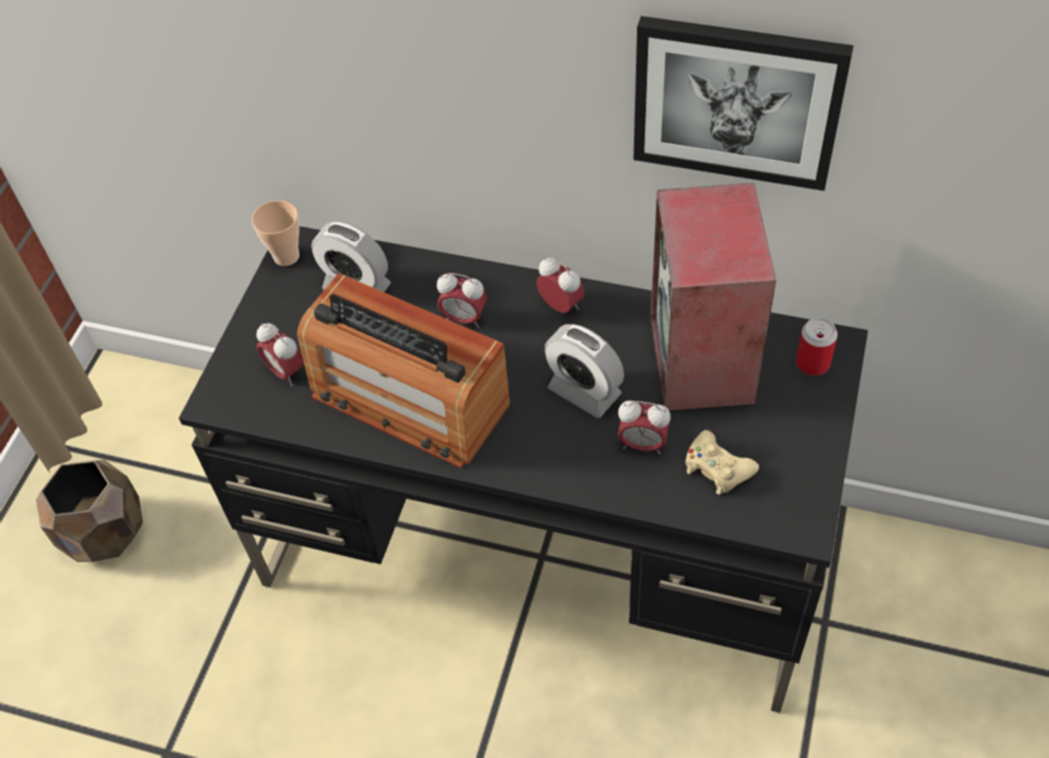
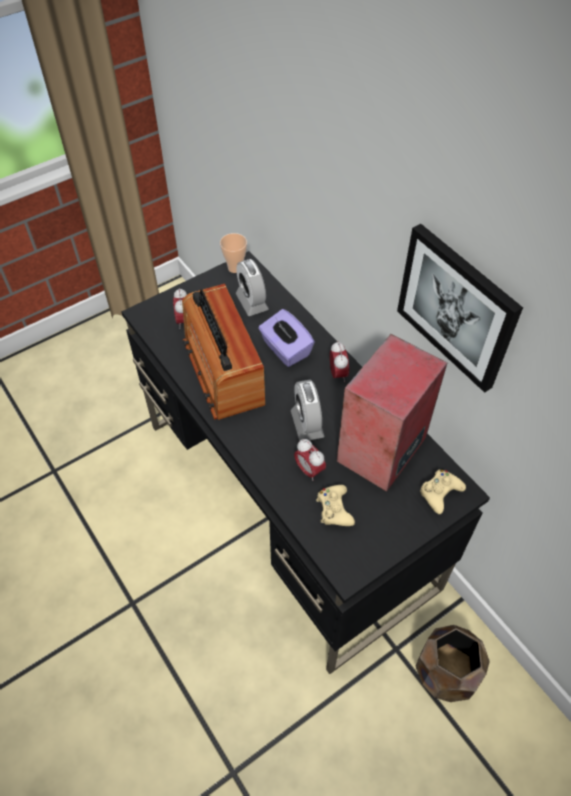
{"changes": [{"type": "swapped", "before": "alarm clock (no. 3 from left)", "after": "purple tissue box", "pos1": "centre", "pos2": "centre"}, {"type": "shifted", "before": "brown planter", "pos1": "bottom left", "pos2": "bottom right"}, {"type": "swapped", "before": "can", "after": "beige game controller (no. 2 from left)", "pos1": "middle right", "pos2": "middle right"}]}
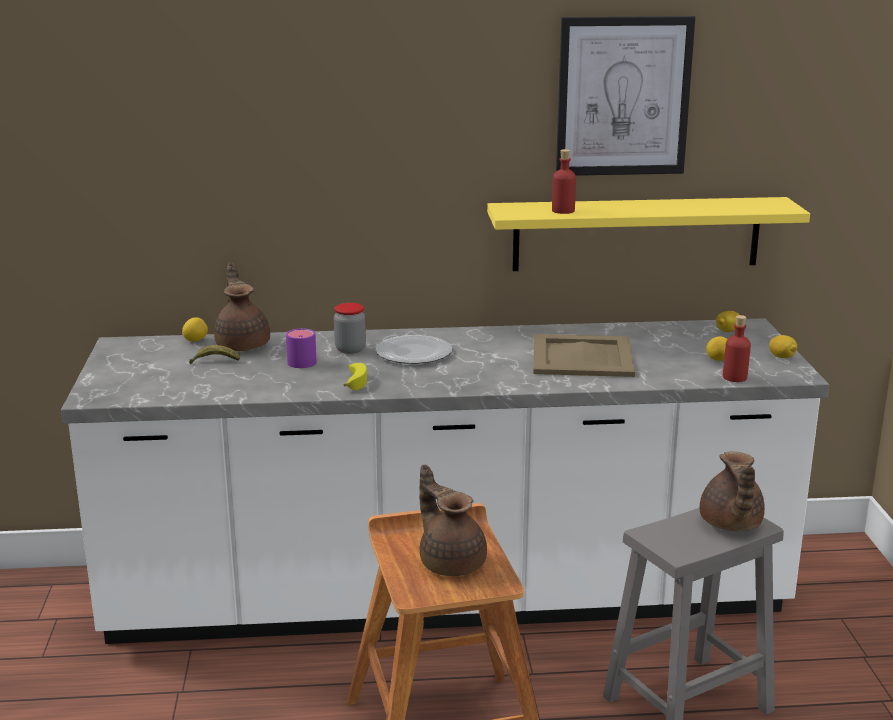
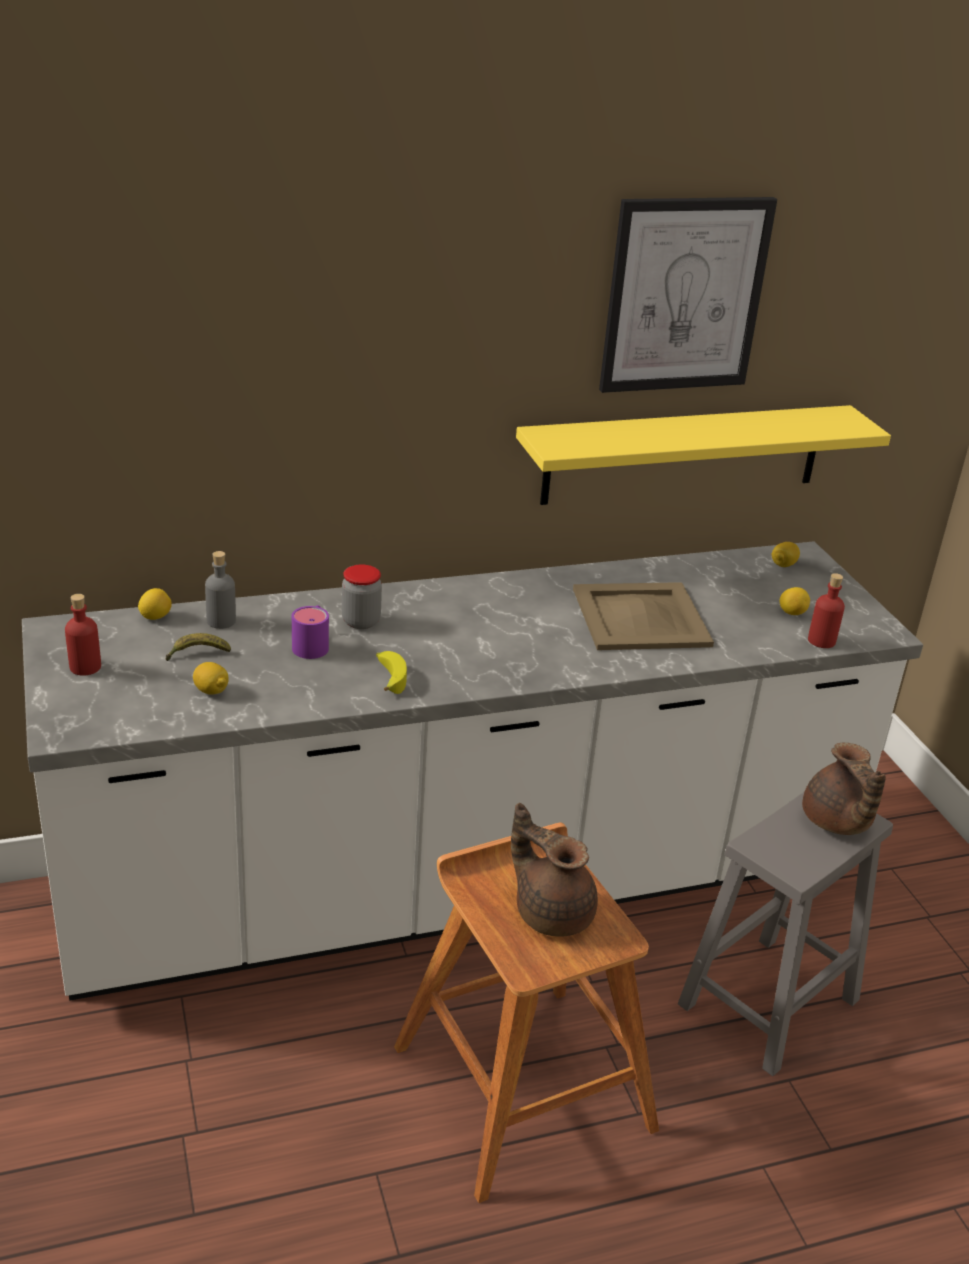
{"changes": [{"type": "shifted", "before": "red bottle (no. 1 from left)", "pos1": "top centre", "pos2": "middle left"}, {"type": "shifted", "before": "lemon (no. 4 from left in the first image)", "after": "lemon (no. 2 from left)", "pos1": "middle right", "pos2": "middle left"}, {"type": "swapped", "before": "brown teapot (no. 1 from left)", "after": "grey bottle", "pos1": "middle left", "pos2": "middle left"}, {"type": "gone", "before": "plate", "pos1": "centre"}]}
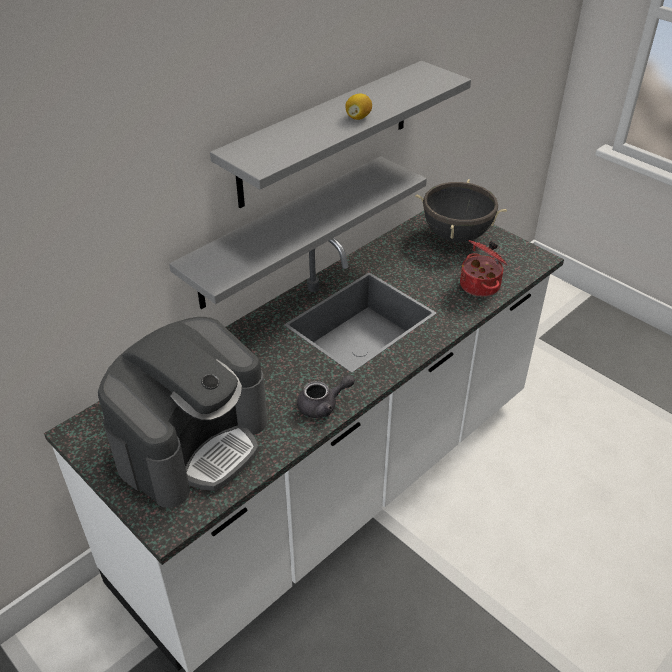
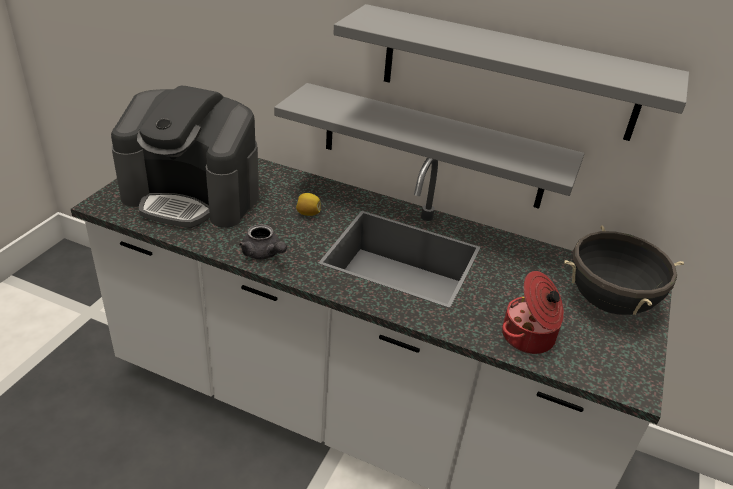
{"changes": [{"type": "shifted", "before": "lemon", "pos1": "top centre", "pos2": "centre"}]}
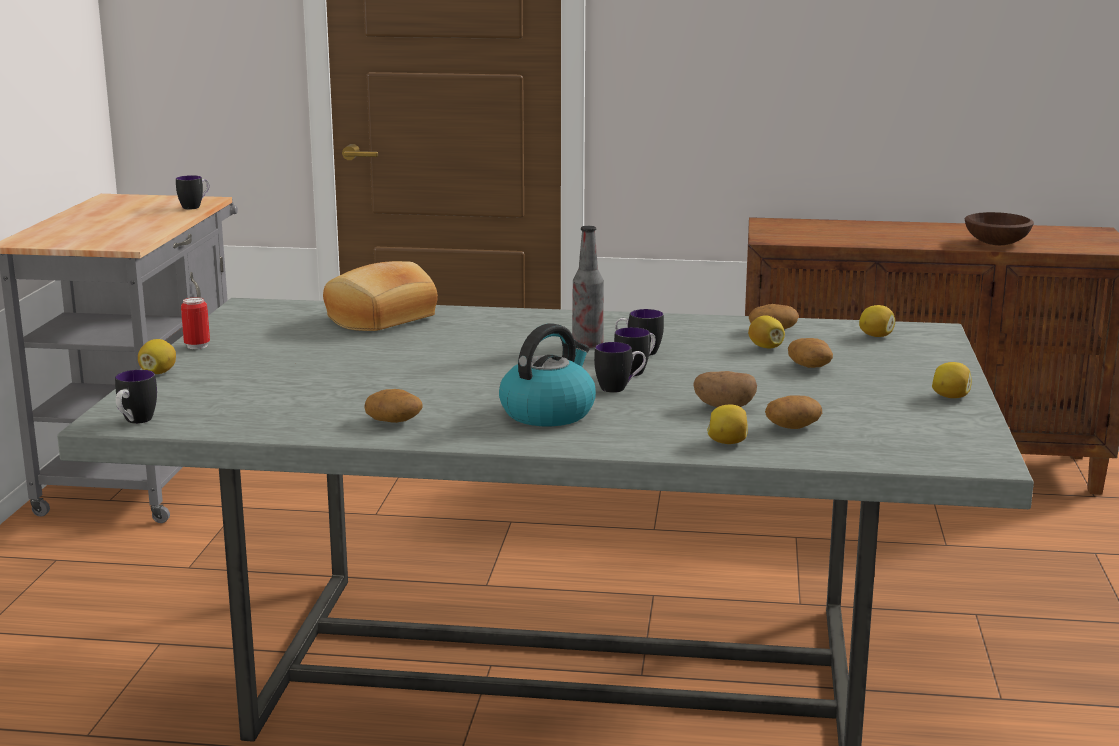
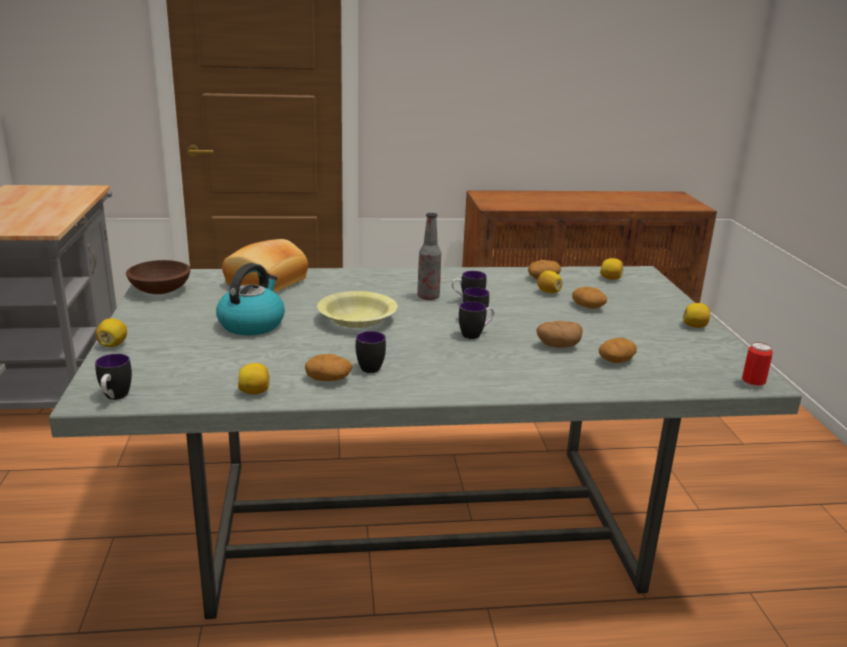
{"changes": [{"type": "shifted", "before": "brown bowl", "pos1": "top right", "pos2": "middle left"}, {"type": "shifted", "before": "kettle", "pos1": "centre", "pos2": "middle left"}, {"type": "shifted", "before": "lemon (no. 2 from left)", "pos1": "centre", "pos2": "middle left"}, {"type": "new", "after": "yellow bowl", "pos2": "centre"}, {"type": "shifted", "before": "mug (no. 2 from left)", "pos1": "top left", "pos2": "centre"}, {"type": "shifted", "before": "can", "pos1": "middle left", "pos2": "middle right"}]}
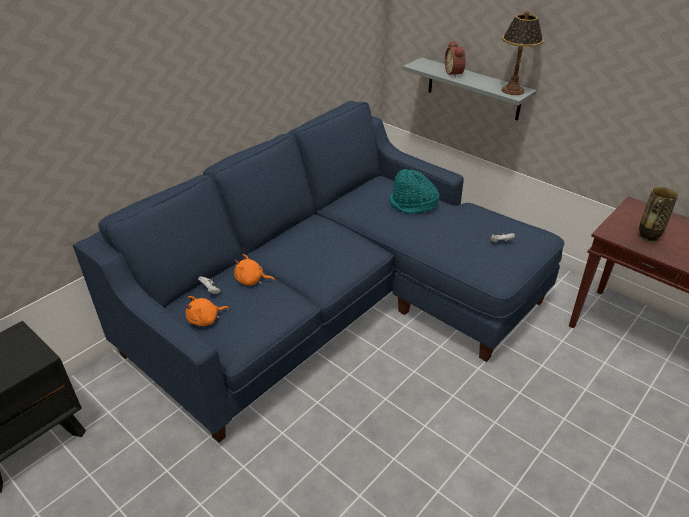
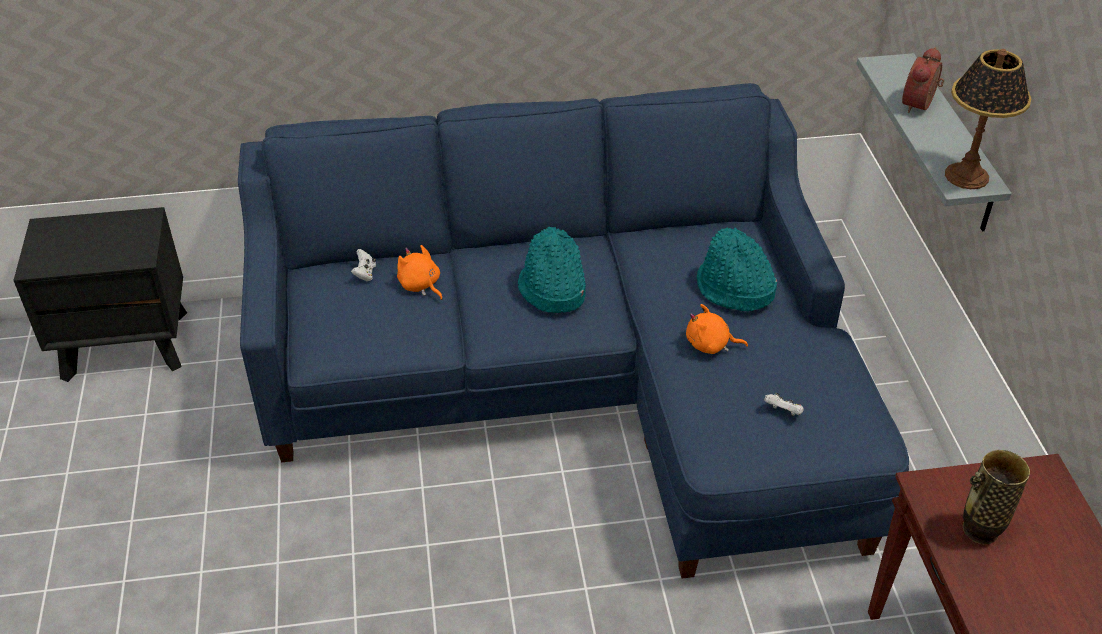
{"changes": [{"type": "new", "after": "turquoise hat (no. 1 from left)", "pos2": "centre"}, {"type": "shifted", "before": "orange plush toy (no. 1 from left in the first image)", "after": "orange plush toy (no. 2 from left)", "pos1": "middle left", "pos2": "centre"}]}
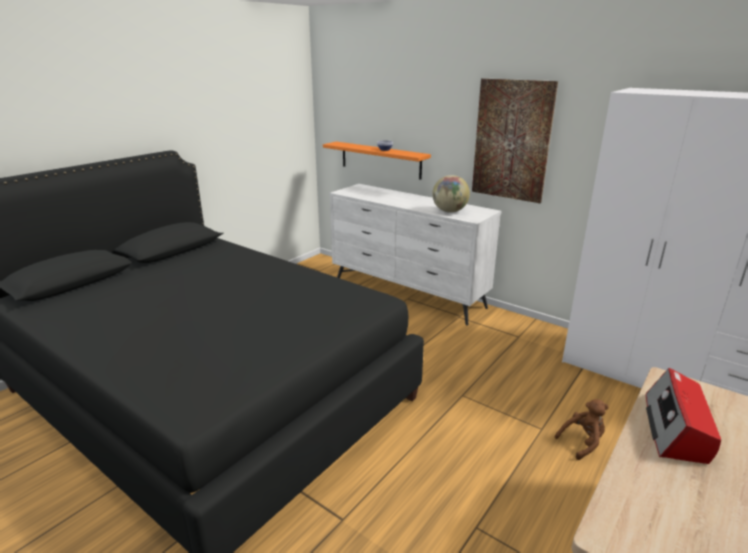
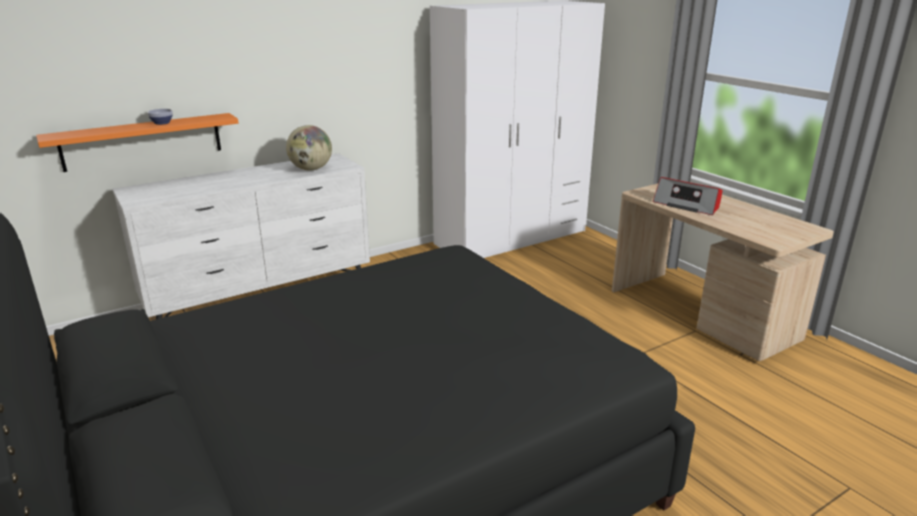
{"changes": [{"type": "gone", "before": "picture", "pos1": "top right"}, {"type": "gone", "before": "brown plush toy", "pos1": "bottom right"}]}
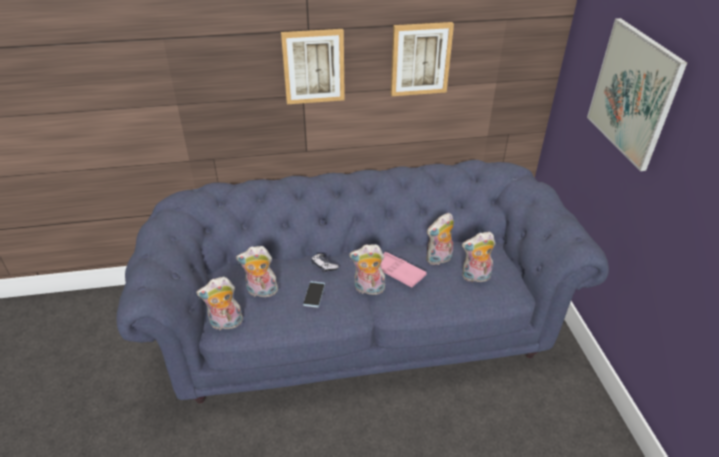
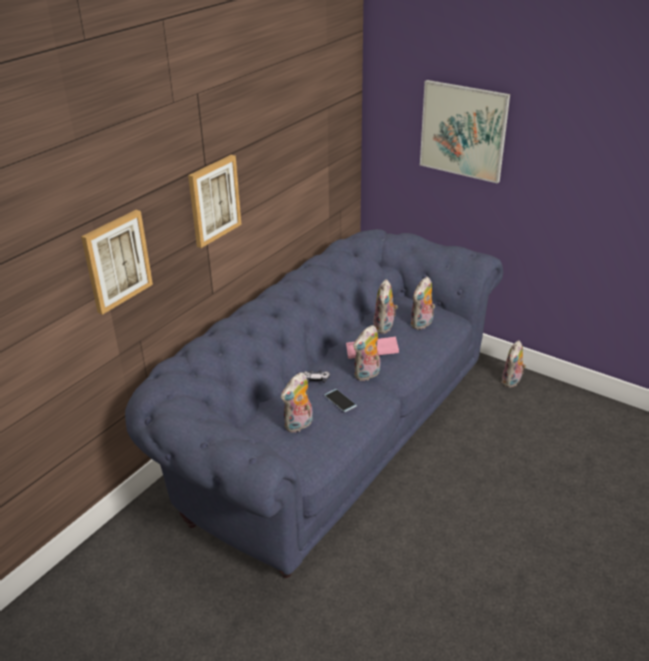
{"changes": [{"type": "shifted", "before": "picture (no. 2 from left in the first image)", "after": "picture (no. 1 from left)", "pos1": "top centre", "pos2": "middle left"}, {"type": "shifted", "before": "plush toy (no. 1 from left in the first image)", "after": "plush toy (no. 5 from left)", "pos1": "middle left", "pos2": "middle right"}]}
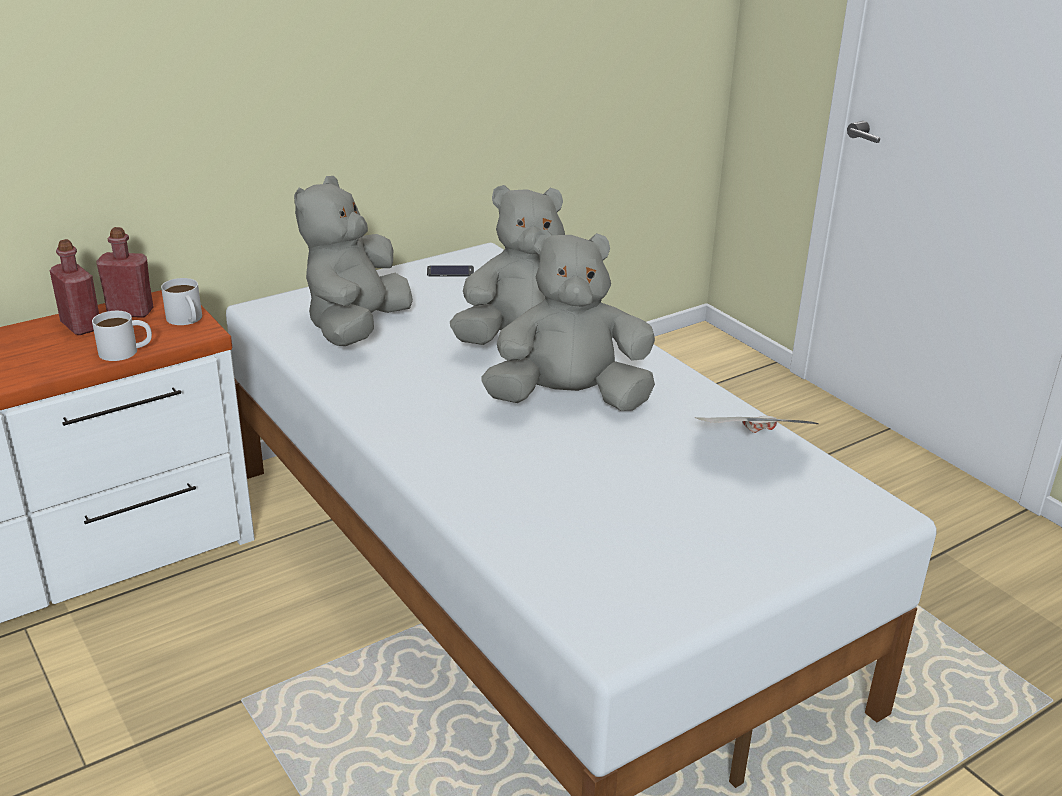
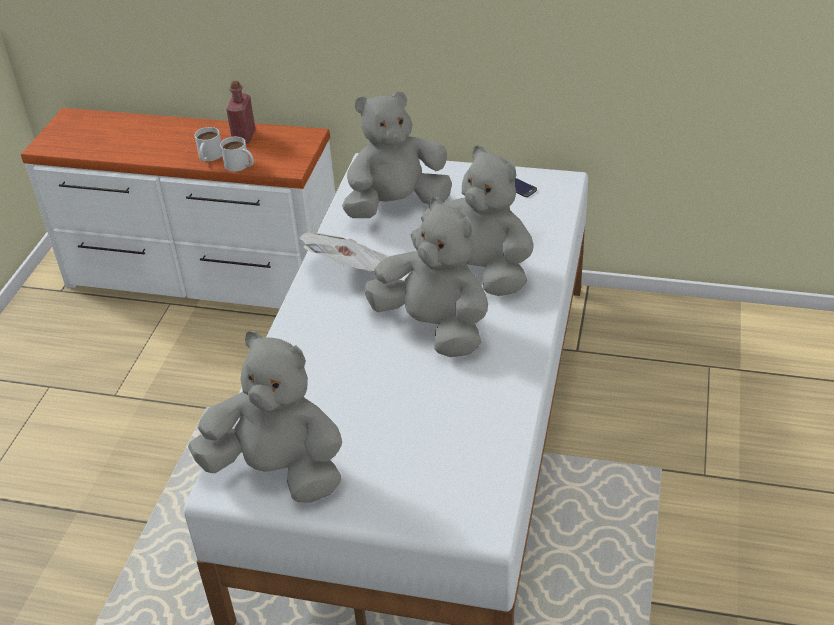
{"changes": [{"type": "new", "after": "grey plush toy (no. 1 from left)", "pos2": "bottom left"}, {"type": "shifted", "before": "white mug (no. 2 from left in the first image)", "after": "white mug (no. 1 from left)", "pos1": "middle left", "pos2": "top left"}, {"type": "shifted", "before": "newspaper", "pos1": "middle right", "pos2": "centre"}, {"type": "gone", "before": "red bottle (no. 2 from left)", "pos1": "middle left"}]}
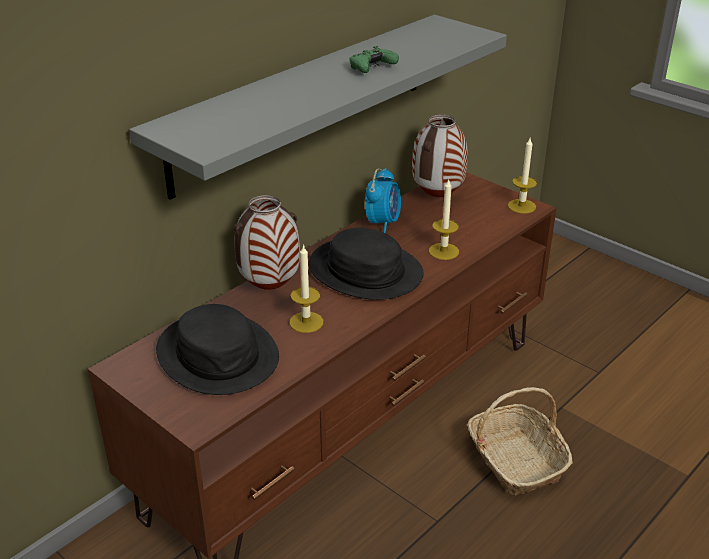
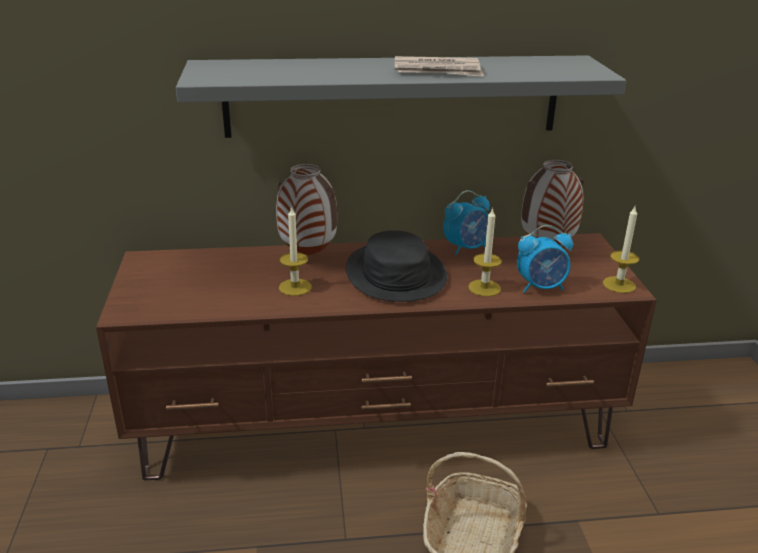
{"changes": [{"type": "swapped", "before": "green game controller", "after": "newspaper", "pos1": "top centre", "pos2": "top centre"}, {"type": "new", "after": "alarm clock (no. 2 from left)", "pos2": "middle right"}, {"type": "gone", "before": "black hat (no. 1 from left)", "pos1": "middle left"}]}
